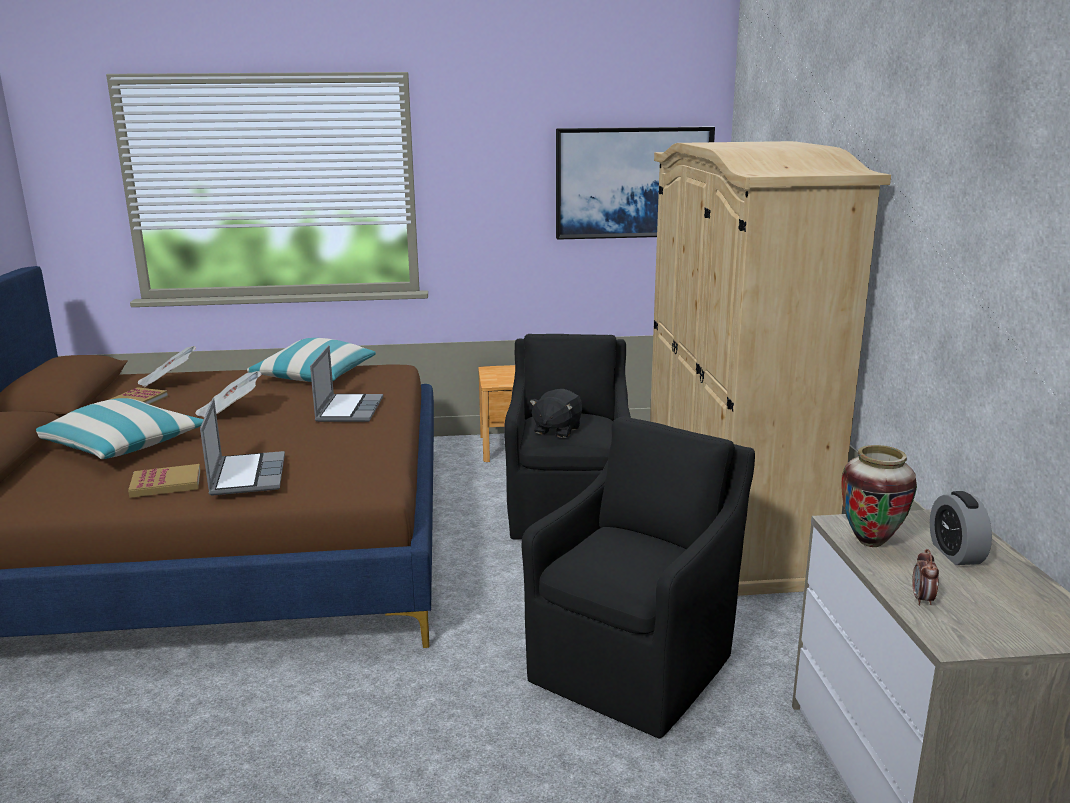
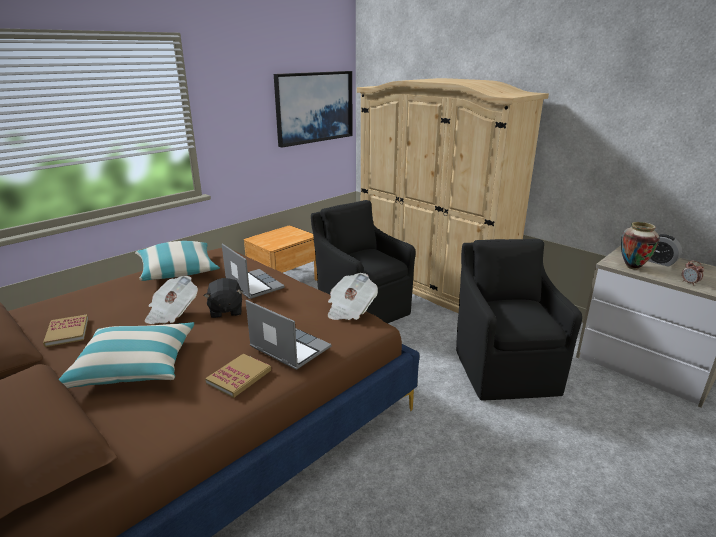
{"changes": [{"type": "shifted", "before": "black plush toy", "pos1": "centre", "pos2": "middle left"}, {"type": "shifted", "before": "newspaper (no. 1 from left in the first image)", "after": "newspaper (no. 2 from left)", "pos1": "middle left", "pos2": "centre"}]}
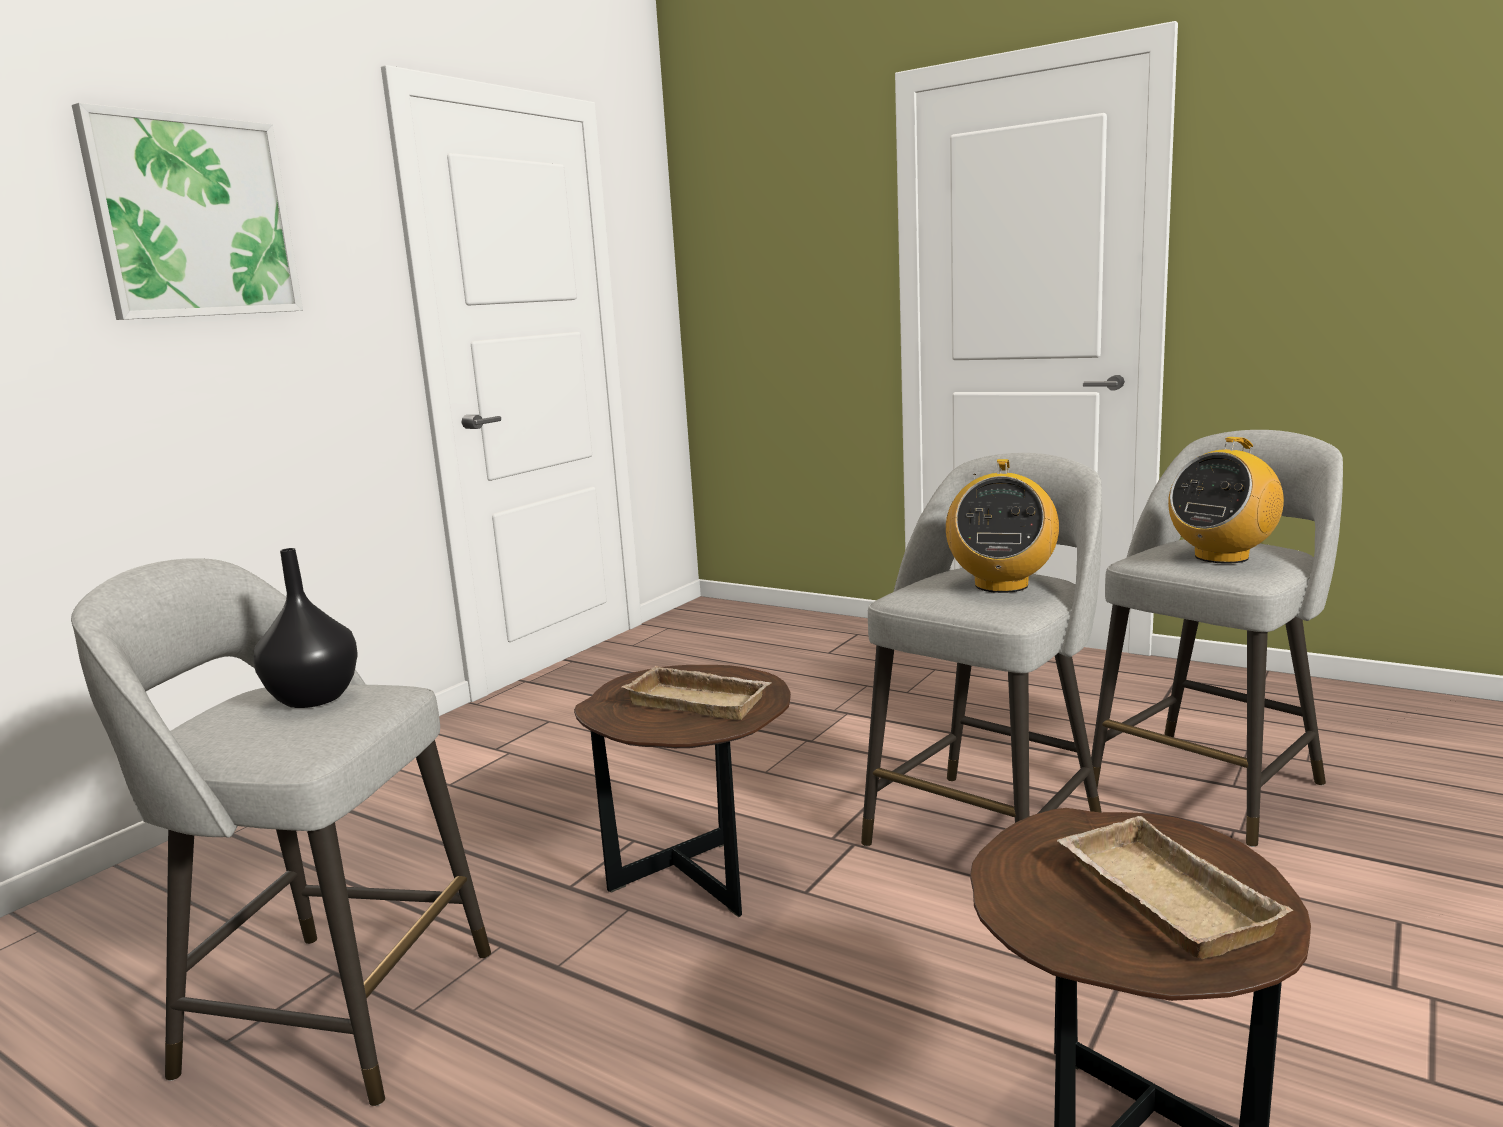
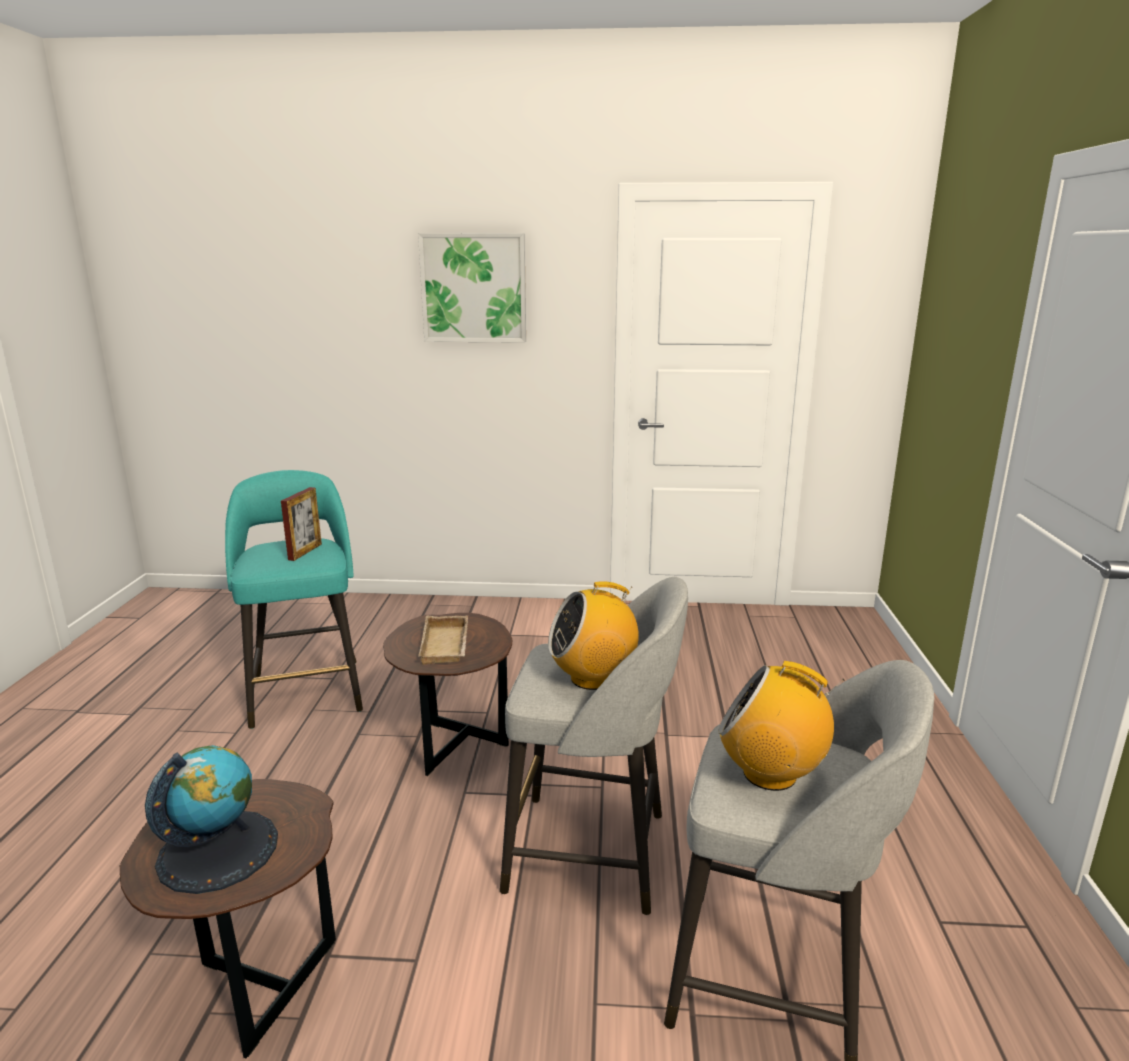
{"changes": [{"type": "swapped", "before": "beige tray (no. 2 from left)", "after": "globe", "pos1": "bottom right", "pos2": "bottom left"}, {"type": "repainted", "before": "grey stool (no. 1 from left)", "after": "turquoise stool", "pos1": "bottom left", "pos2": "middle left"}, {"type": "swapped", "before": "black vase", "after": "picture frame", "pos1": "middle left", "pos2": "middle left"}]}
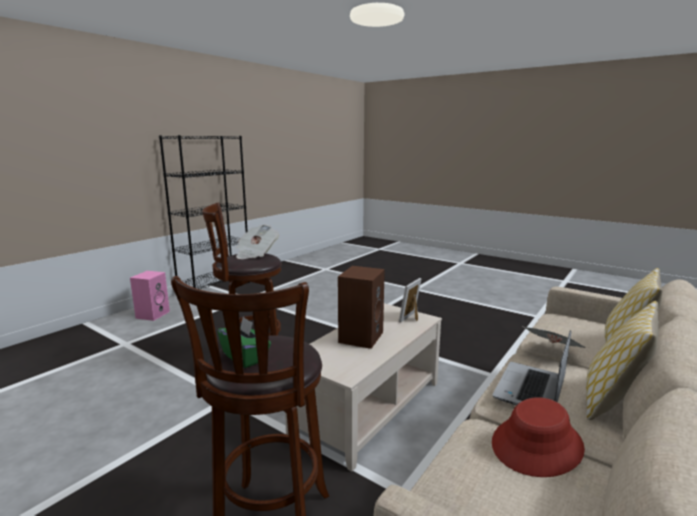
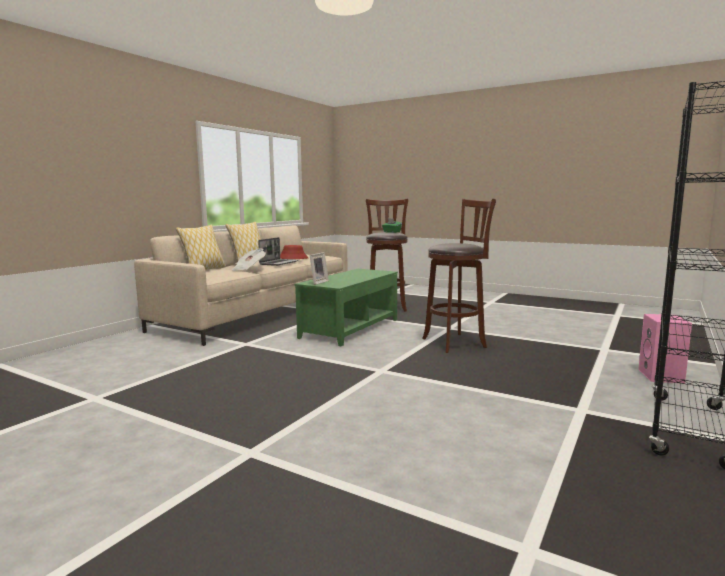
{"changes": [{"type": "repainted", "before": "beige coffee table", "after": "green coffee table", "pos1": "bottom centre", "pos2": "centre"}, {"type": "gone", "before": "newspaper (no. 1 from left)", "pos1": "centre"}, {"type": "gone", "before": "brown speaker", "pos1": "centre"}]}
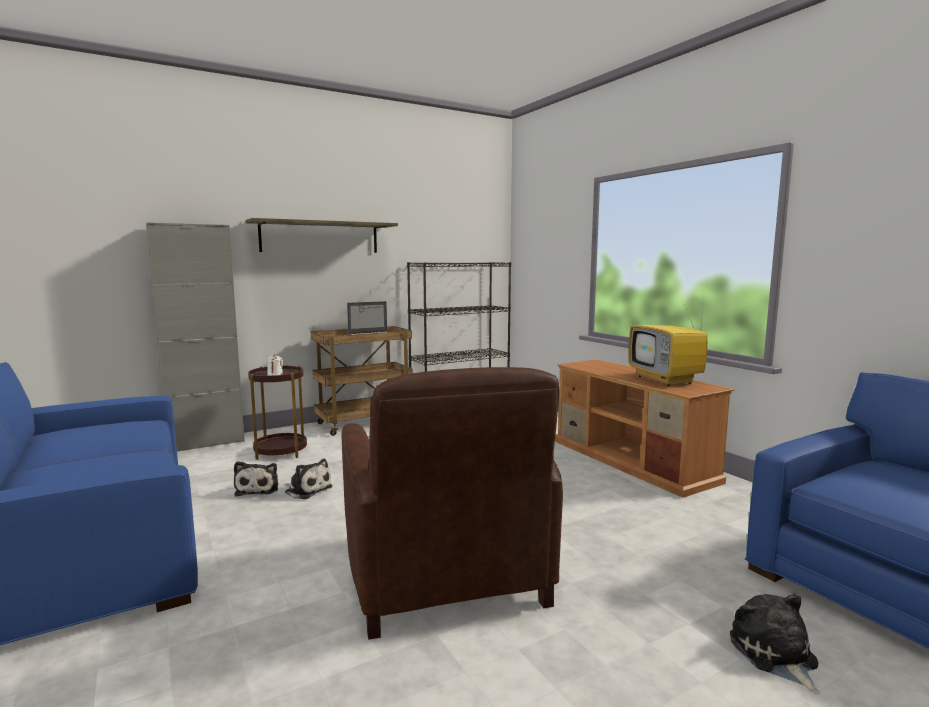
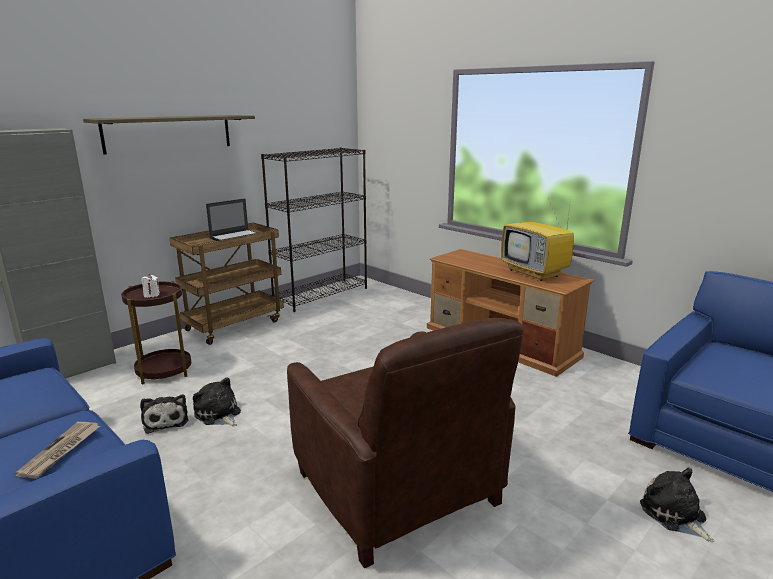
{"changes": [{"type": "new", "after": "newspaper", "pos2": "bottom left"}, {"type": "rotated", "before": "plush toy (no. 2 from left)", "pos1": "bottom left", "pos2": "bottom left", "turn": -150}]}
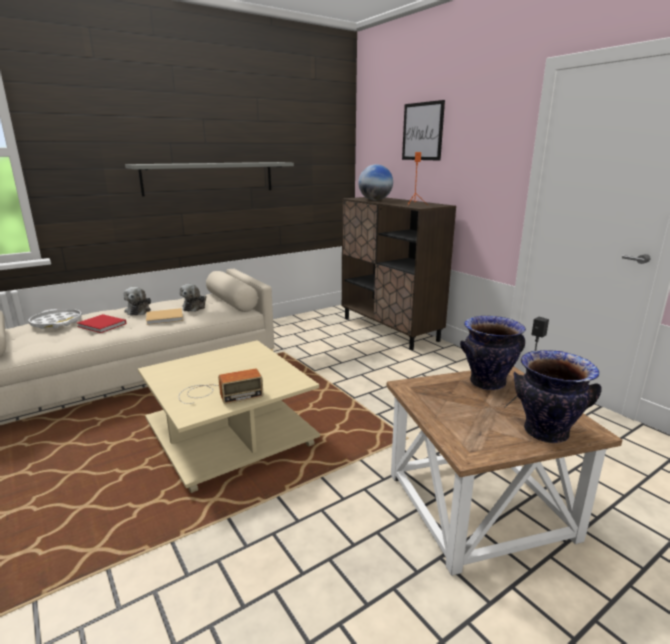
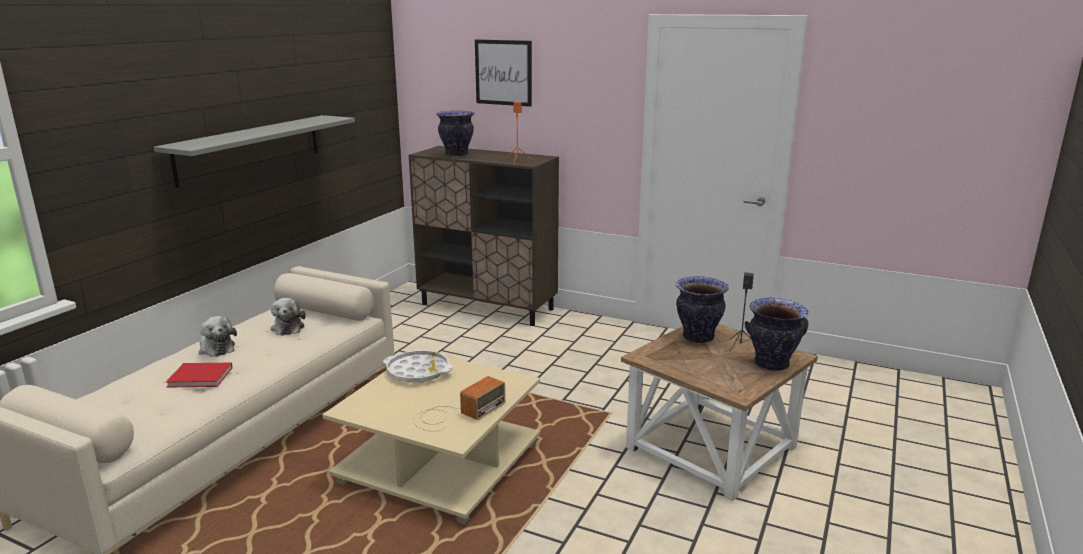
{"changes": [{"type": "shifted", "before": "white tray", "pos1": "middle left", "pos2": "centre"}, {"type": "swapped", "before": "globe", "after": "vase (no. 1 from left)", "pos1": "top centre", "pos2": "top centre"}, {"type": "gone", "before": "beige book", "pos1": "middle left"}]}
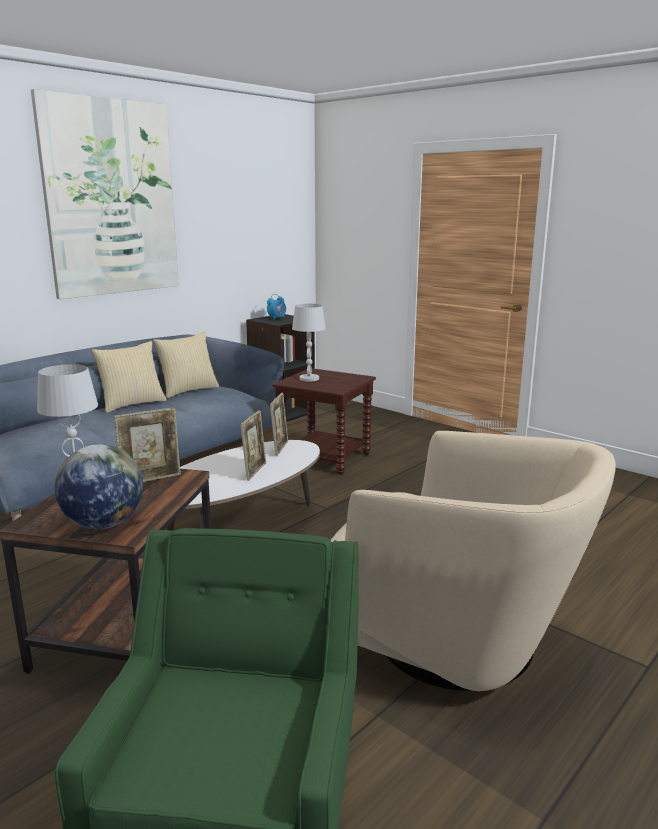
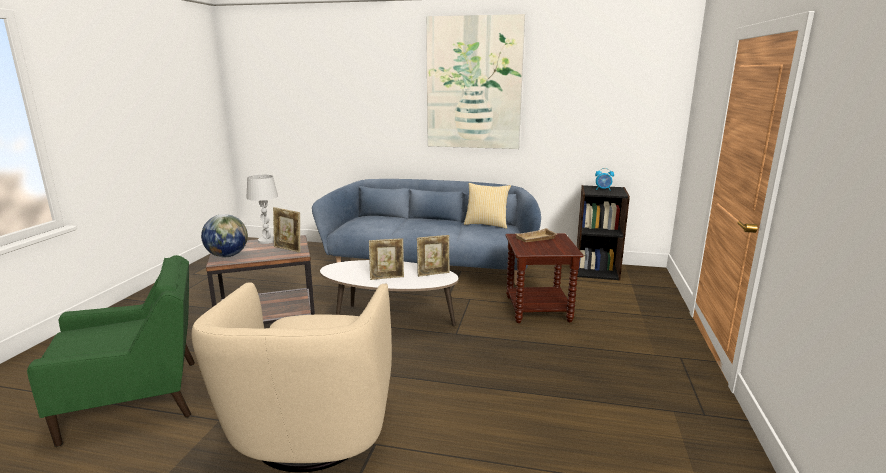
{"changes": [{"type": "swapped", "before": "white table lamp (no. 2 from left)", "after": "beige tray", "pos1": "centre", "pos2": "centre"}, {"type": "gone", "before": "pillow (no. 1 from left)", "pos1": "middle left"}]}
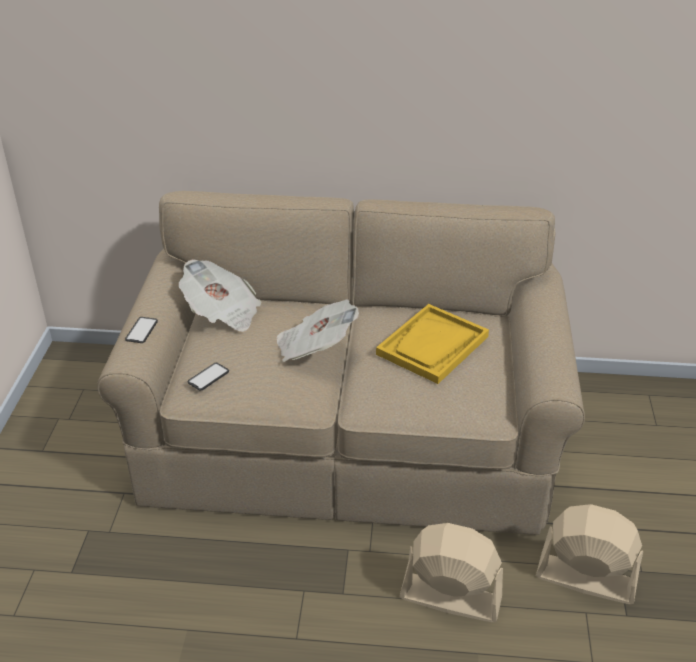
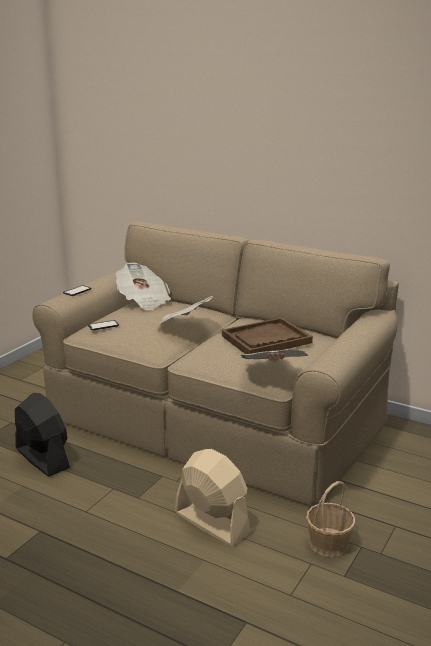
{"changes": [{"type": "new", "after": "black fan", "pos2": "bottom left"}, {"type": "repainted", "before": "yellow tray", "after": "brown tray", "pos1": "centre", "pos2": "centre"}, {"type": "new", "after": "newspaper (no. 3 from left)", "pos2": "centre"}, {"type": "swapped", "before": "beige fan (no. 2 from left)", "after": "basket", "pos1": "bottom right", "pos2": "bottom right"}]}
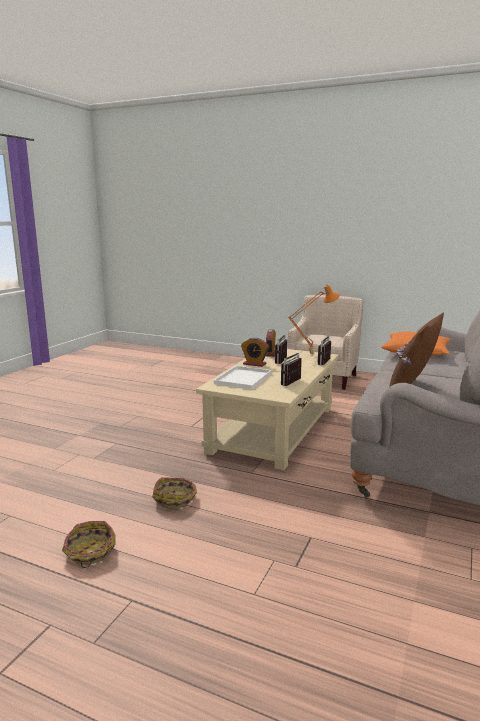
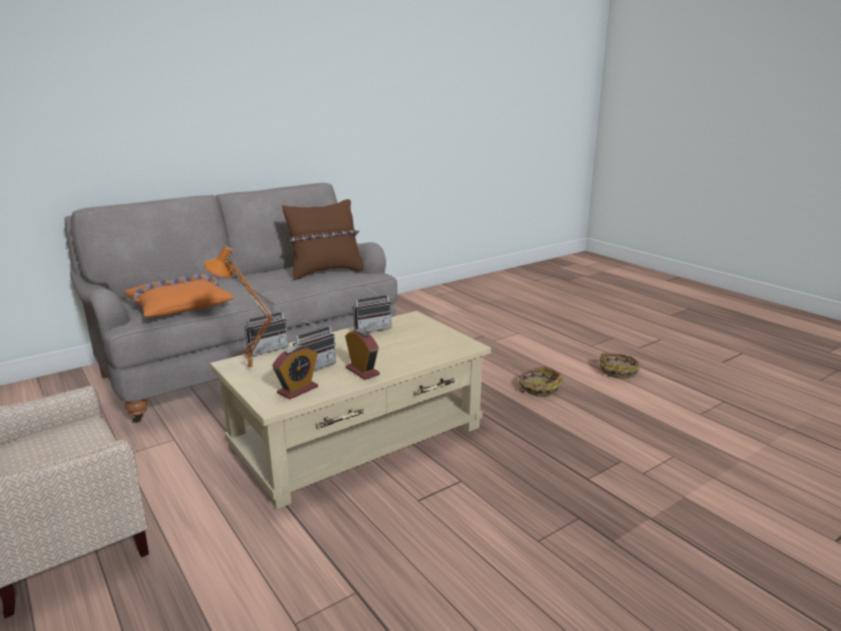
{"changes": [{"type": "gone", "before": "white tray", "pos1": "centre"}]}
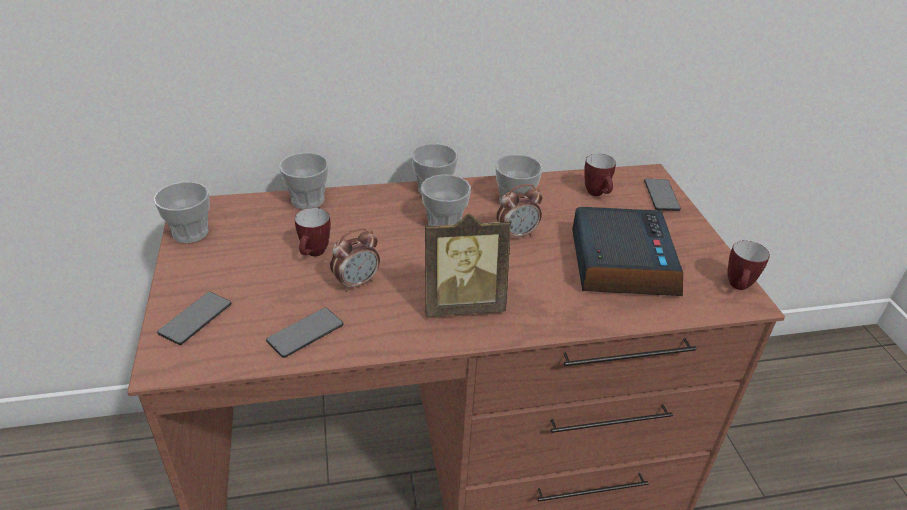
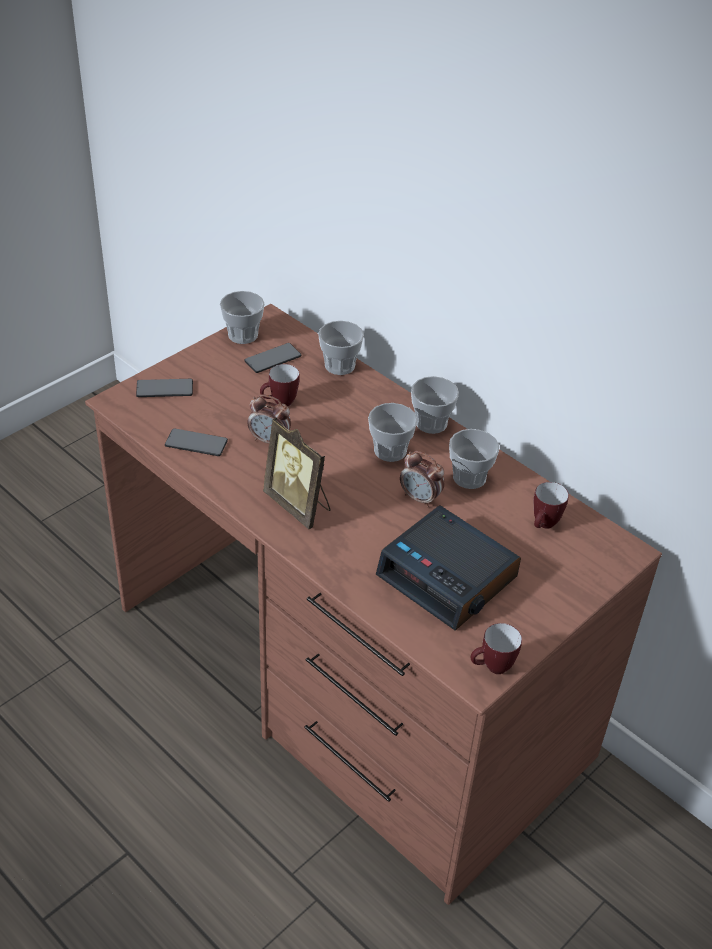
{"changes": [{"type": "shifted", "before": "phone (no. 3 from left)", "pos1": "middle right", "pos2": "centre"}, {"type": "rotated", "before": "alarm clock (no. 3 from left)", "pos1": "middle right", "pos2": "centre", "turn": 75}]}
